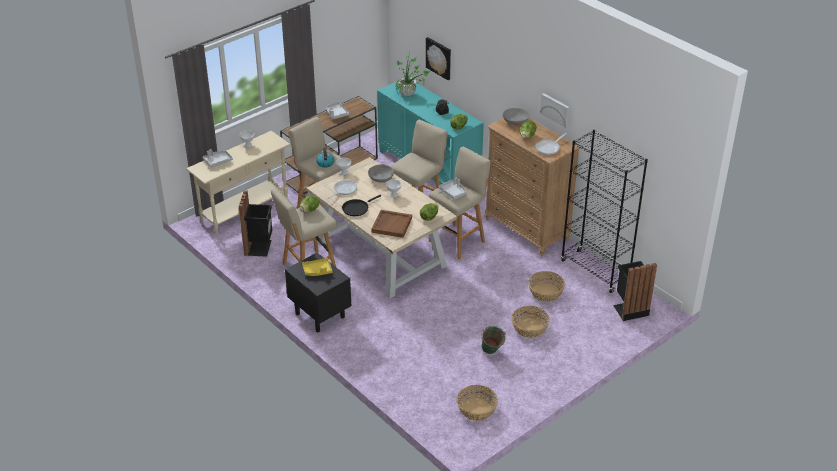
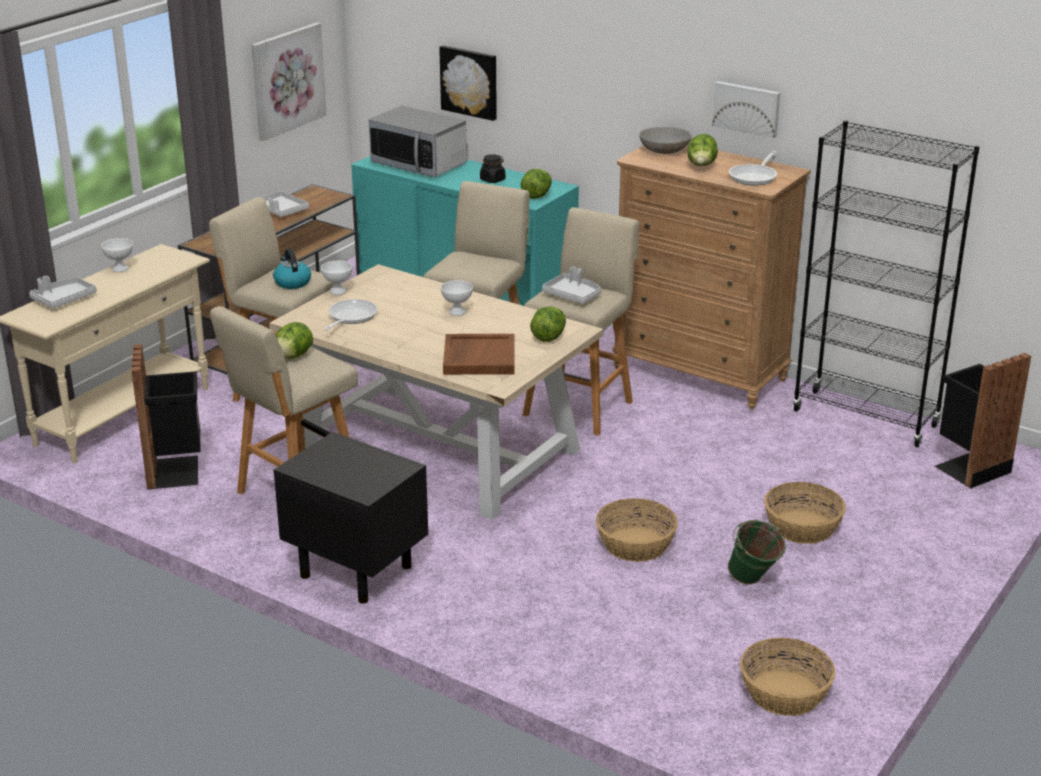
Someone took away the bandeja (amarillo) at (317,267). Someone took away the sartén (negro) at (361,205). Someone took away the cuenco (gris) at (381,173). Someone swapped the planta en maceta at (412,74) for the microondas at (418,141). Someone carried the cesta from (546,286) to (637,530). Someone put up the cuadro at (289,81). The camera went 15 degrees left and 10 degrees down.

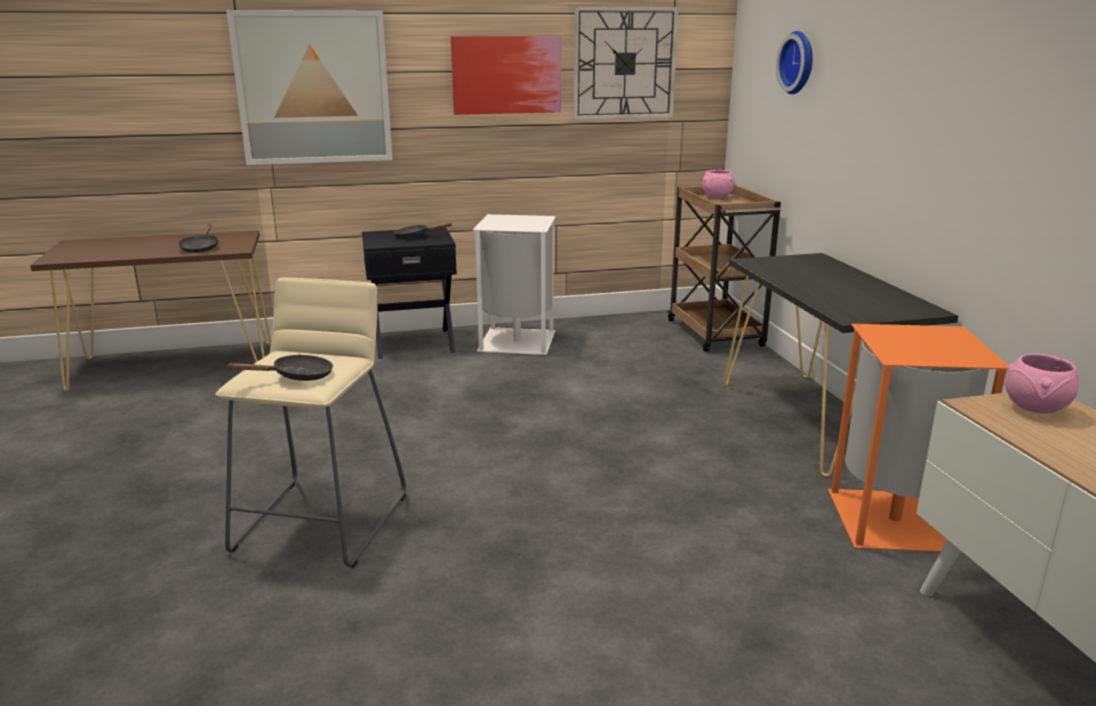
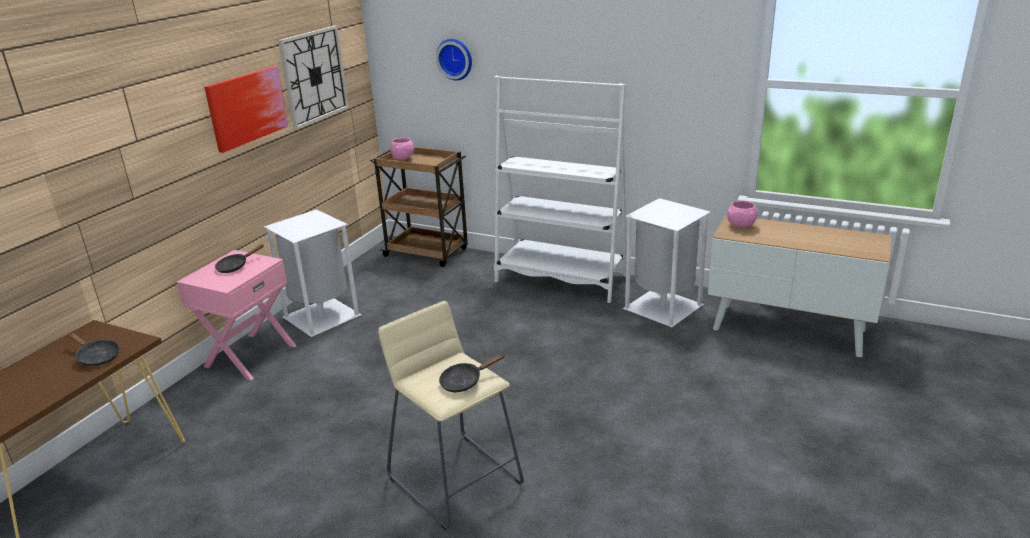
Someone took away the cuadro at (309,87). Someone rotated the sartén (negro) at (280,367) by 135 degrees counterclockwise. Someone repainted the mesita de noche (negro) at (409,293), which became the mesita de noche (rosa) at (236,315). Someone swapped the mesa consola (negro) at (841,365) for the estantería (blanco) at (560,189). Someone repainted the papelera (naranja) at (918,438), which became the papelera (blanco) at (667,262). The camera went 50 degrees left and 5 degrees up.

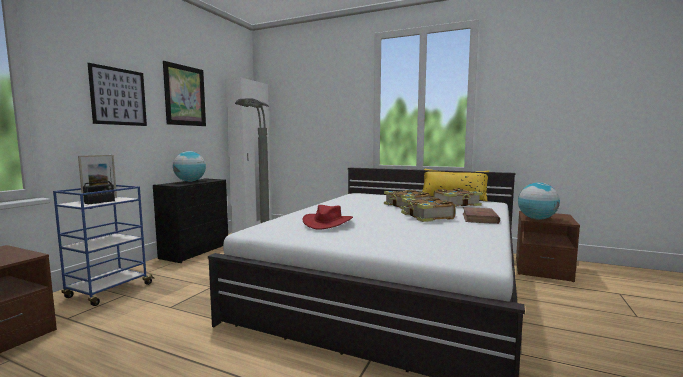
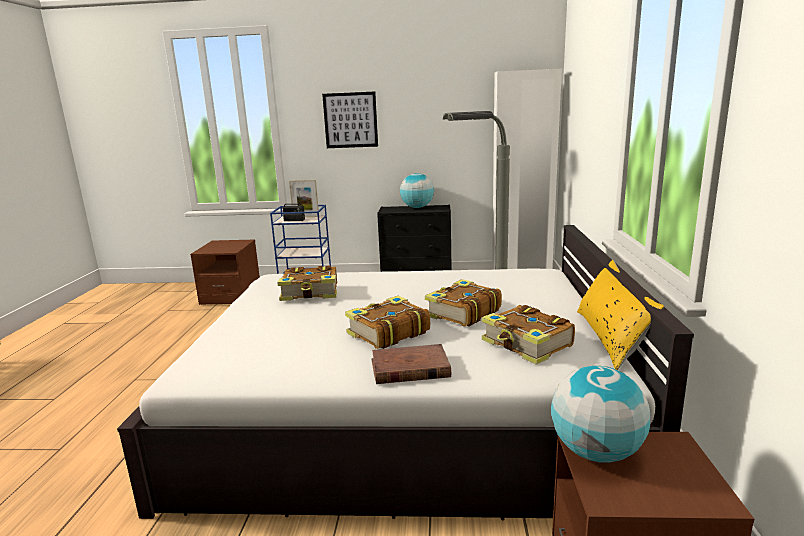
Someone took away the cuadro at (184,93). Someone swapped the sombrero (rojo) at (328,217) for the libro at (307,283). The camera went 70 degrees right and 10 degrees up.

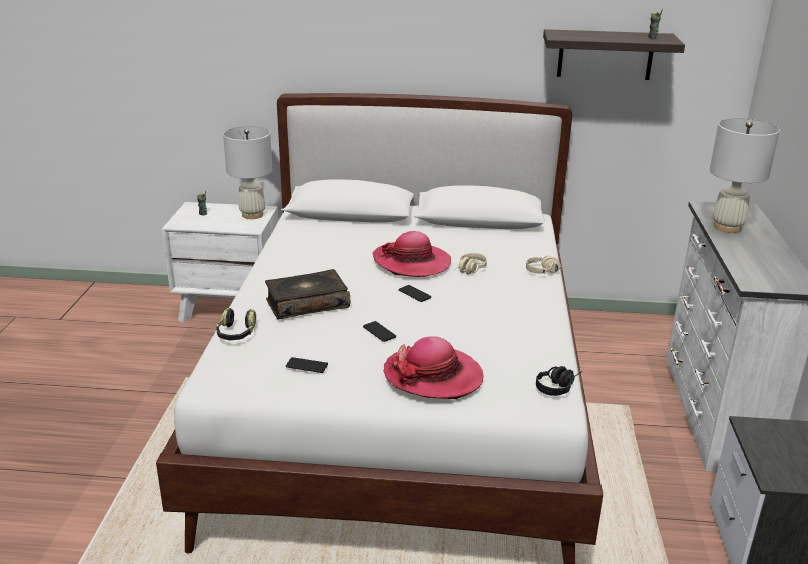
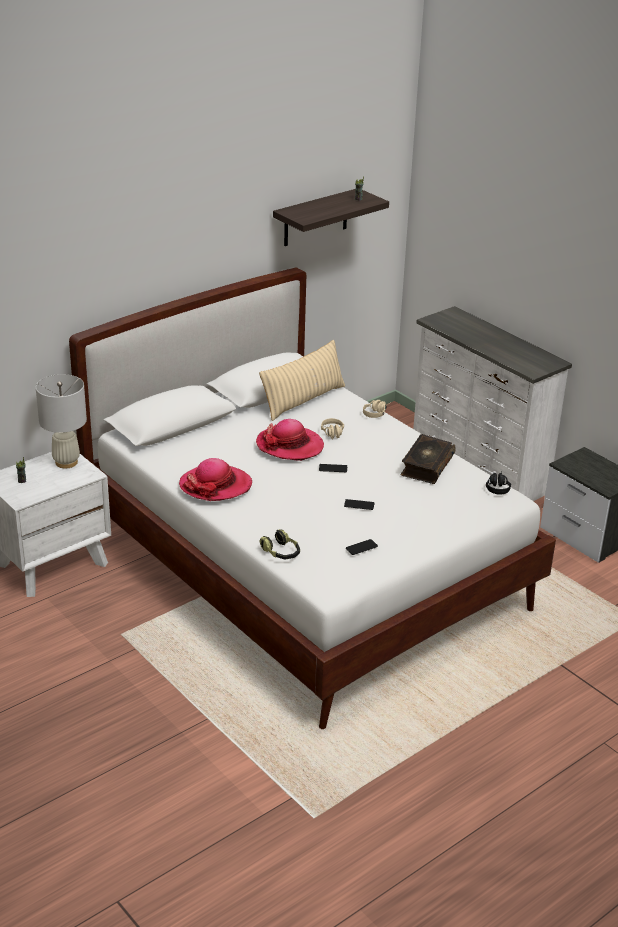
Someone carried the libro from (307,294) to (428,459). Someone carried the sombrero from (433,367) to (215,479). Someone took away the lámpara de mesa (blanco) at (745,175). Someone put down the cojín (beis) at (302,380). The camera went 45 degrees left and 5 degrees up.

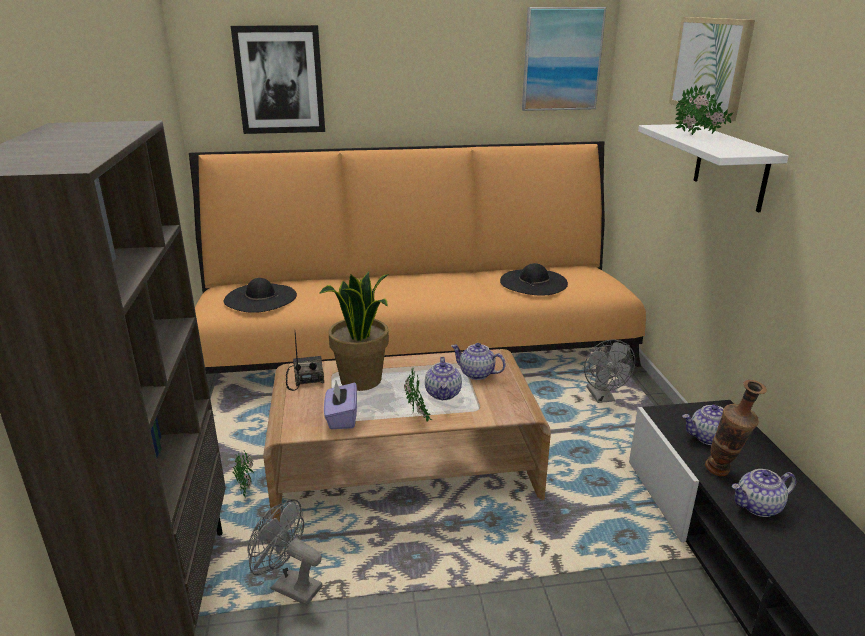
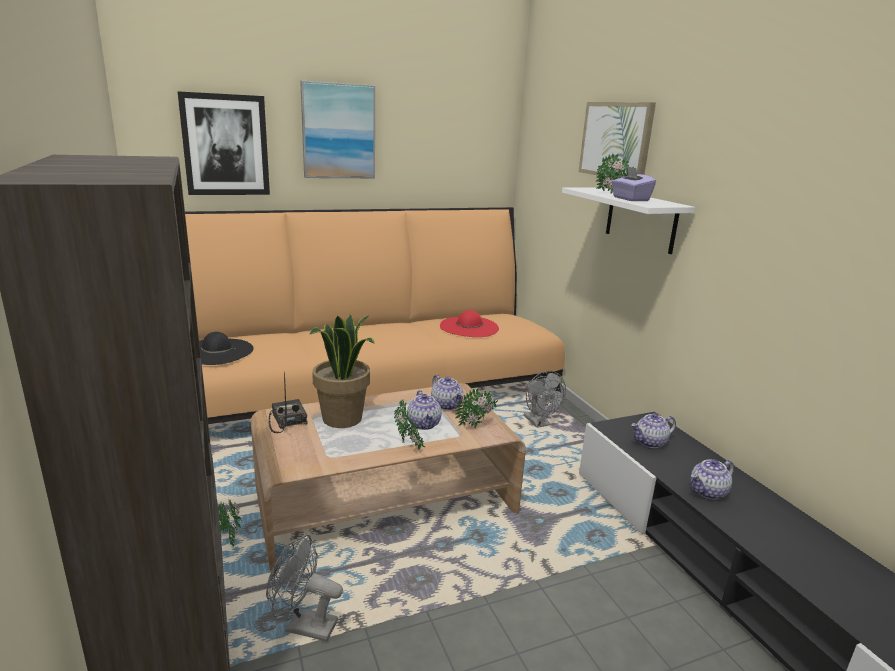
Someone carried the caja de pañuelos (morado) from (340,405) to (633,183). Someone rotated the tetera at (478,361) by 135 degrees counterclockwise. Someone repainted the sombrero (negro) at (534,279), which became the sombrero (rojo) at (469,323). Someone carried the cuadro from (564,59) to (337,129). Someone took away the florero at (736,428). Someone put down the planta en maceta at (476,408). The camera went 15 degrees left and 5 degrees down.

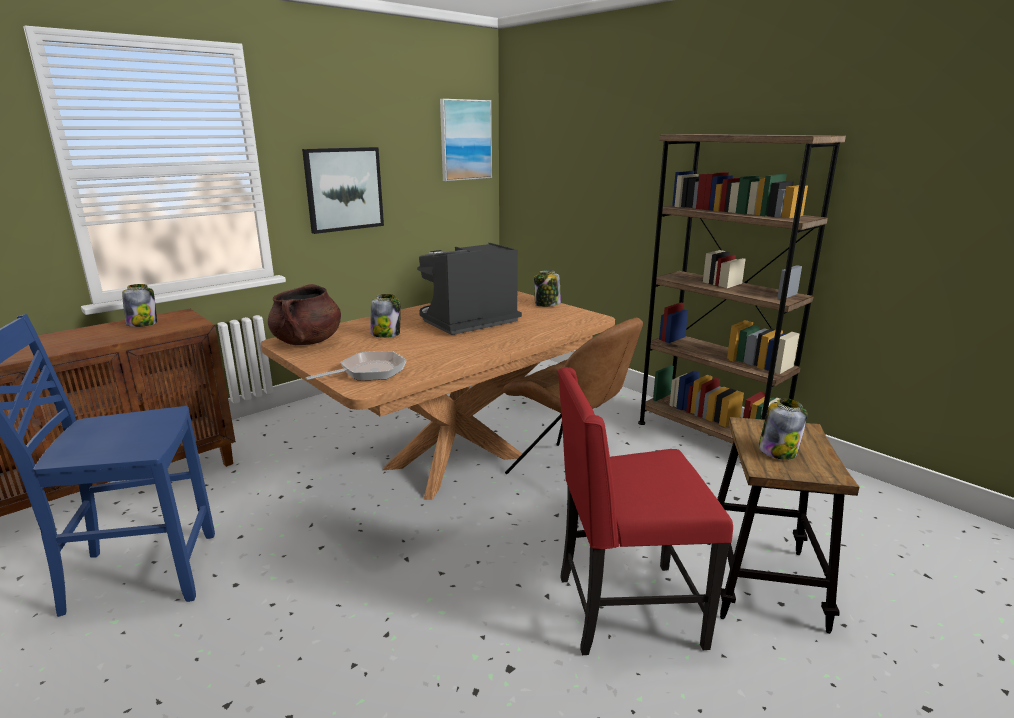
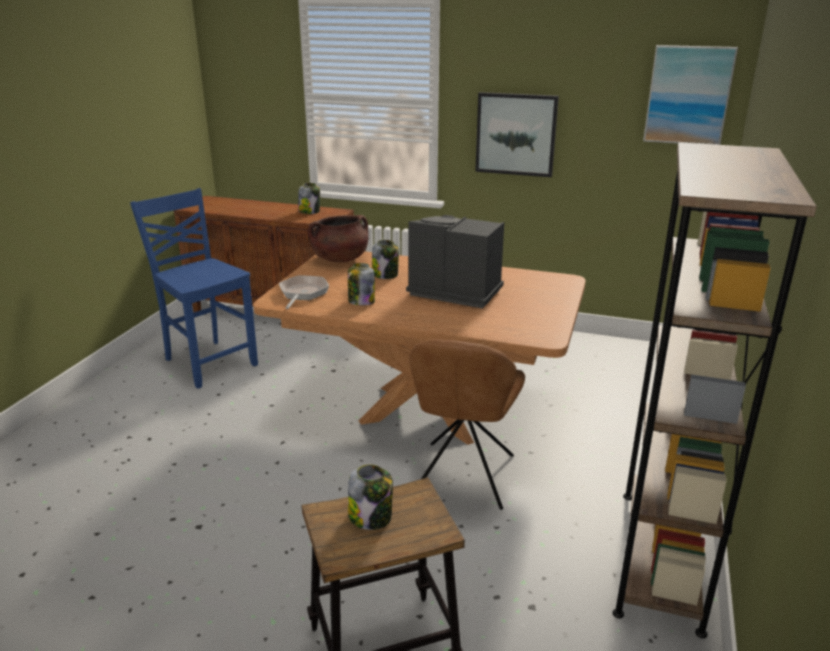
Someone rotated the sartén at (356,366) by 105 degrees counterclockwise. Someone carried the tarro from (547,288) to (361,284). Someone took away the silla (rojo) at (645,511). The camera went 60 degrees right and 5 degrees up.

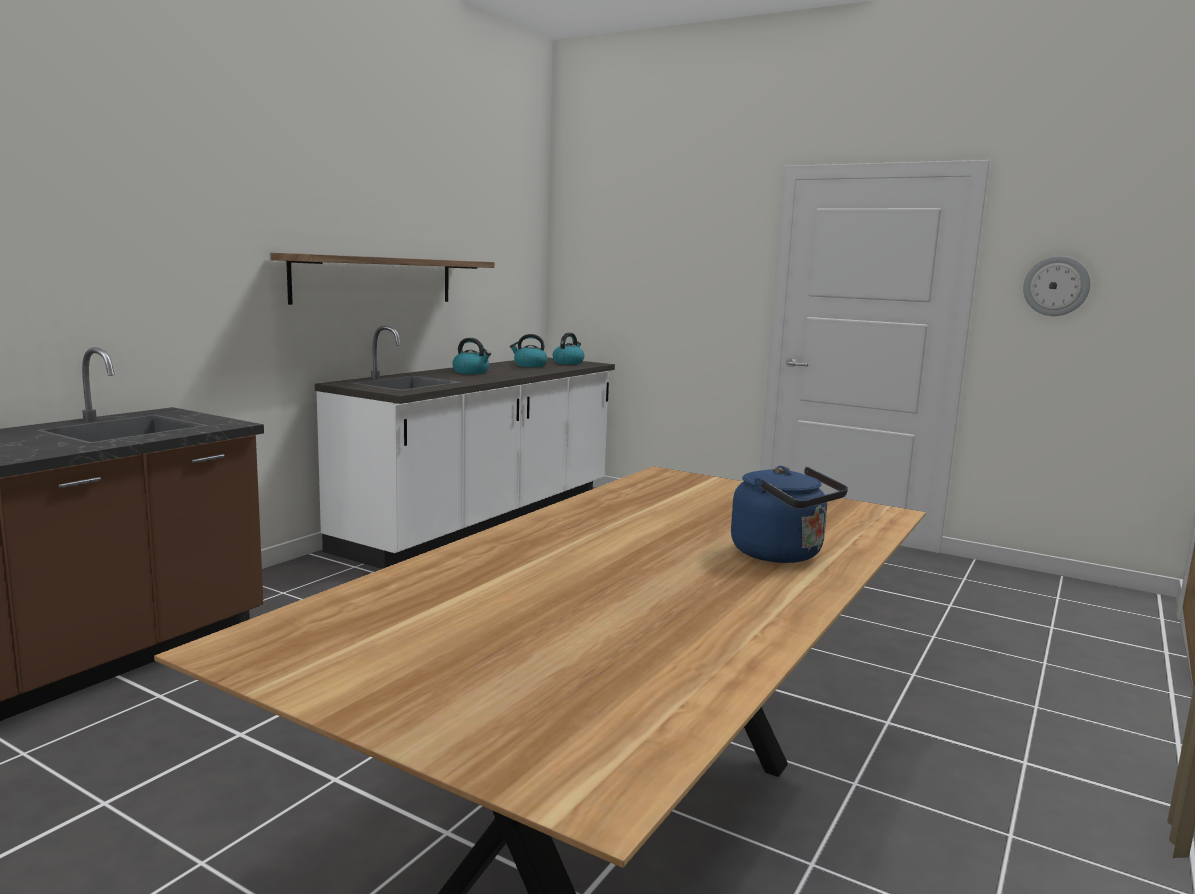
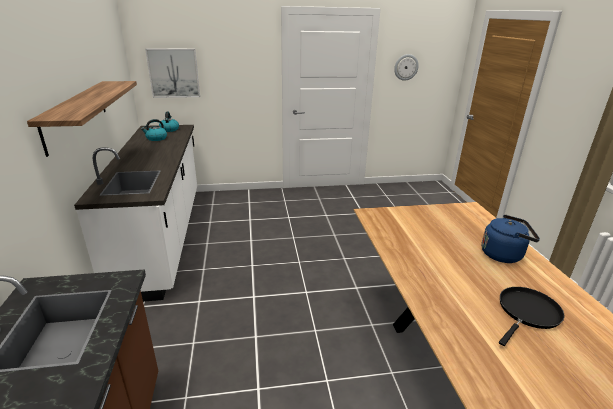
Someone took away the hervidor at (471,356). Someone put up the cuadro at (172,73). Someone put down the sartén (negro) at (531,316). The camera went 40 degrees left and 15 degrees up.

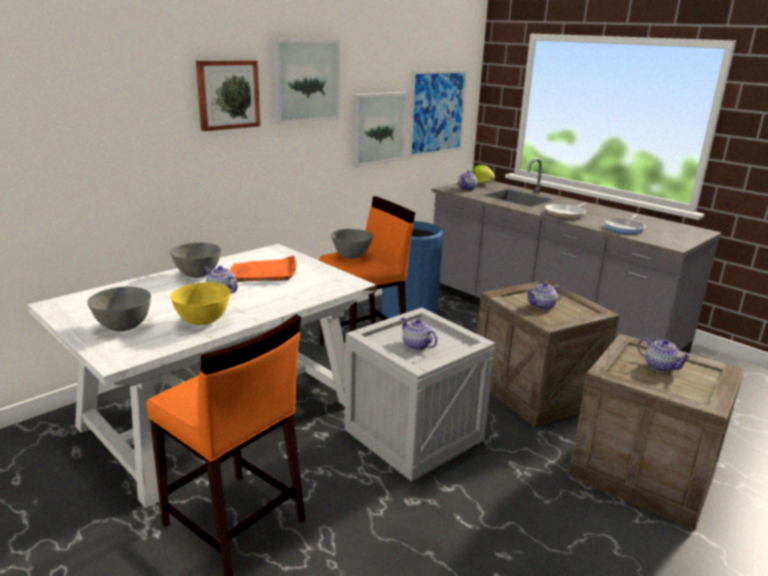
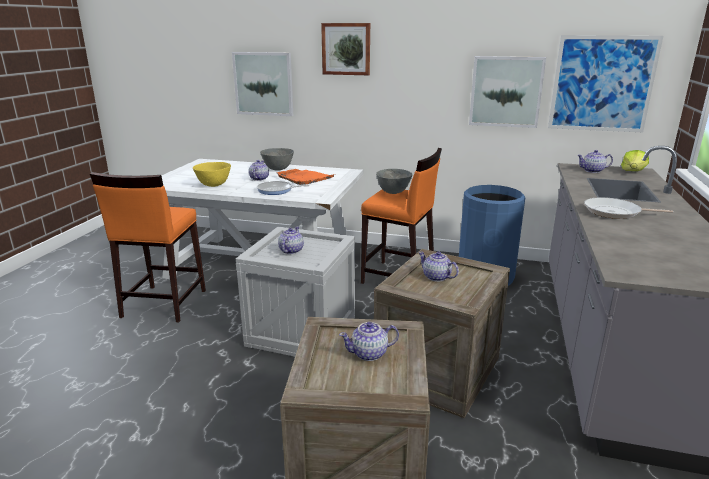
Someone took away the cuenco (gris) at (119,308). Someone carried the cuadro from (306,82) to (262,84). Someone carried the sartén from (625,224) to (283,188). Someone rotated the tetera at (664,355) by 60 degrees clockwise. The camera went 60 degrees right and 0 degrees up.

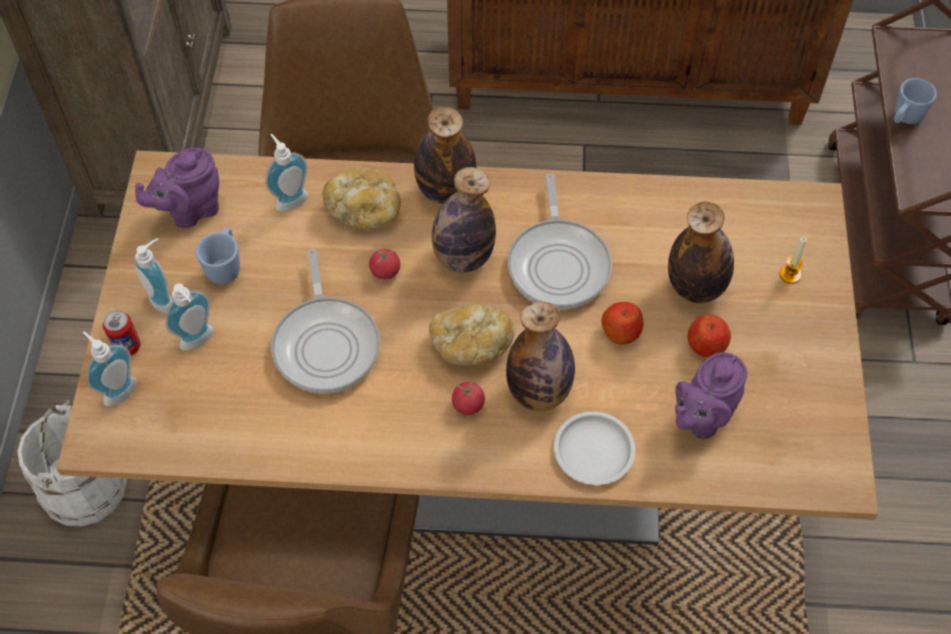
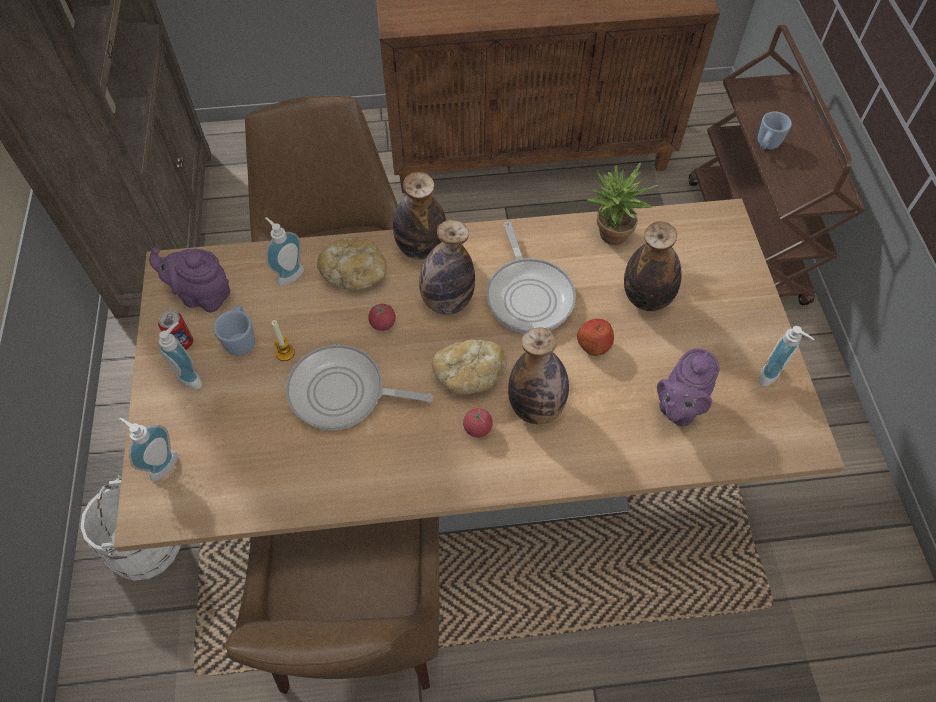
Someone carried the lata from (121,333) to (175,330). Someone rotated the tetera (morado) at (177,188) by 60 degrees clockwise. Someone carried the dispensador de jabón from (189,317) to (786,356). Someone rotated the sartén at (325,321) by 120 degrees clockwise. Someone took away the plato (blanco) at (594,448). Someone took away the manzana at (709,336). Someone carried the vela from (793,260) to (283,340). Someone put down the planta en maceta at (623,203). The camera went 10 degrees left and 0 degrees up.

